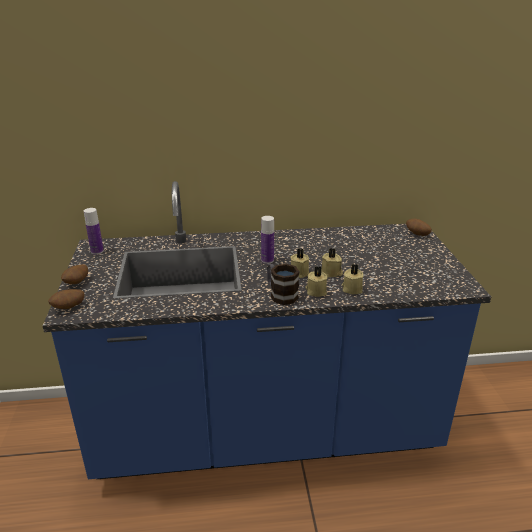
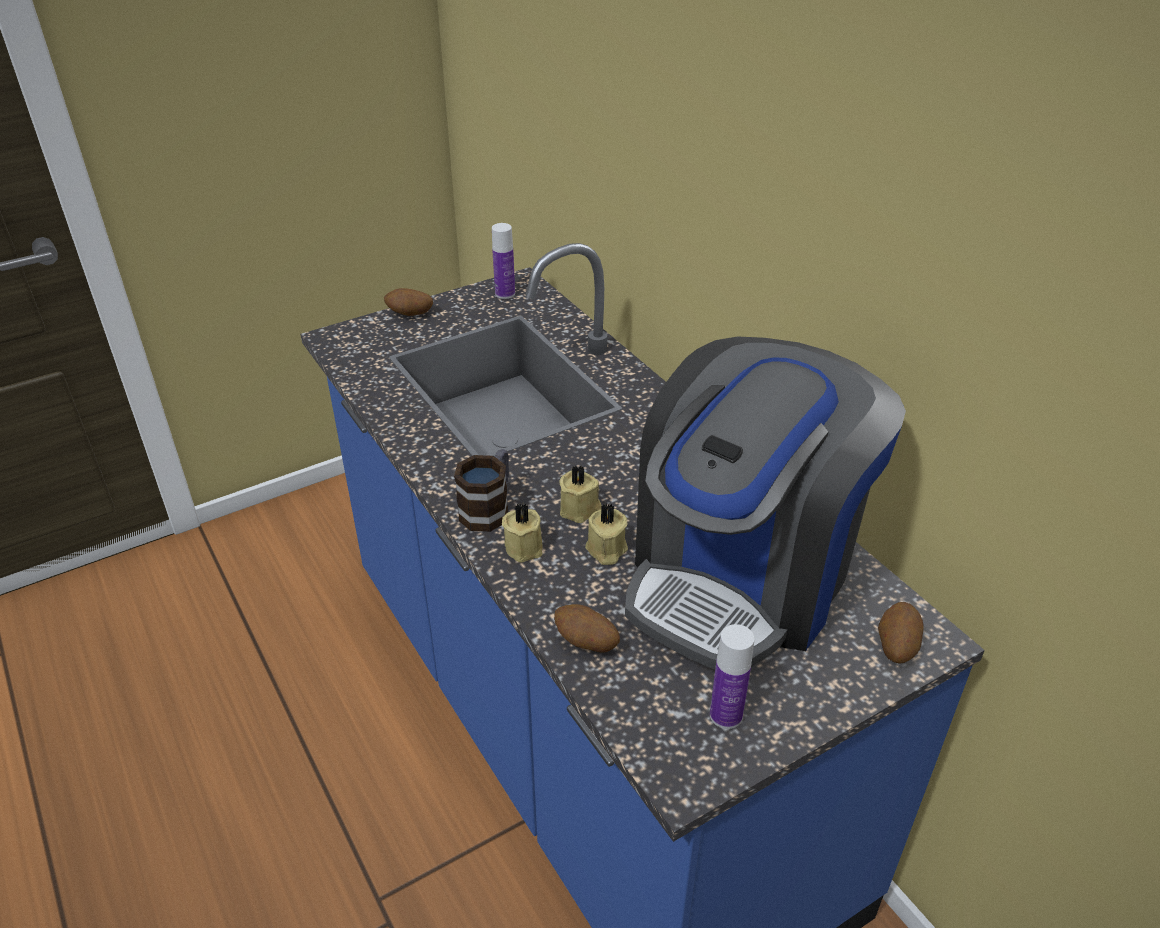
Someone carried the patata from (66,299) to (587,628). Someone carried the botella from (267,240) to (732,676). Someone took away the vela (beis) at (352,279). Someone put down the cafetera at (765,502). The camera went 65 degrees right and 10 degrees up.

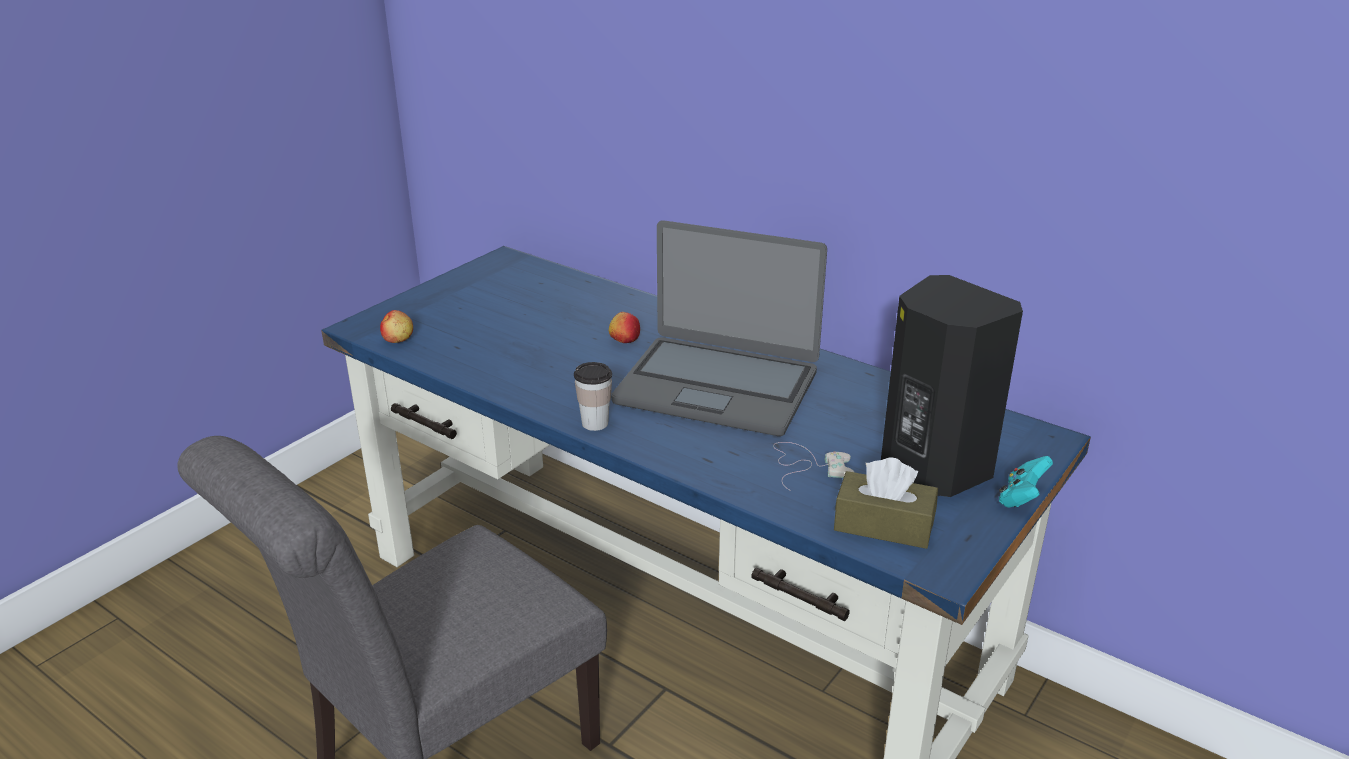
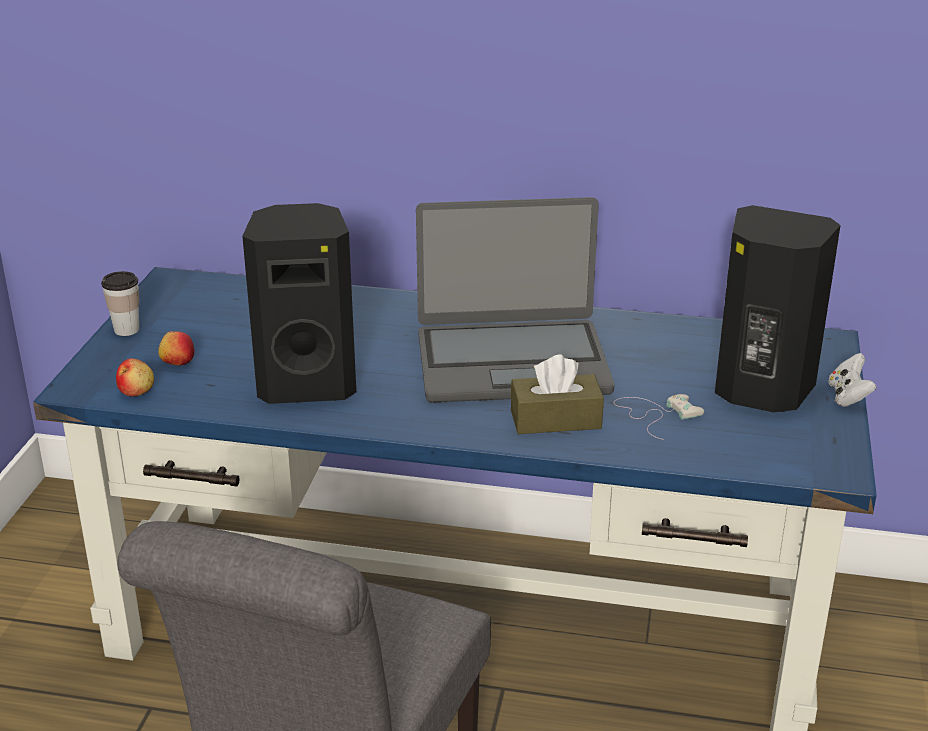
Someone carried the taza from (593,396) to (120,303). Someone carried the manzana from (624,327) to (176,348). Someone carried the caja de pañuelos (marrón) from (886,503) to (557,394). Someone repainted the mando de consola (turquesa) at (1026,482), which became the mando de consola (blanco) at (852,380). Someone put down the altavoz (negro) at (299,303). The camera went 25 degrees left and 0 degrees up.

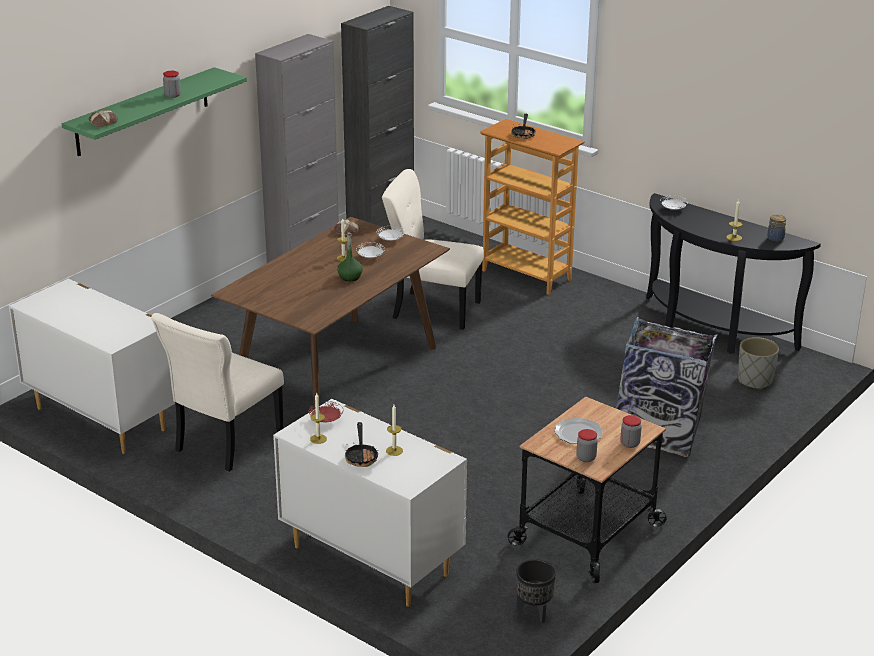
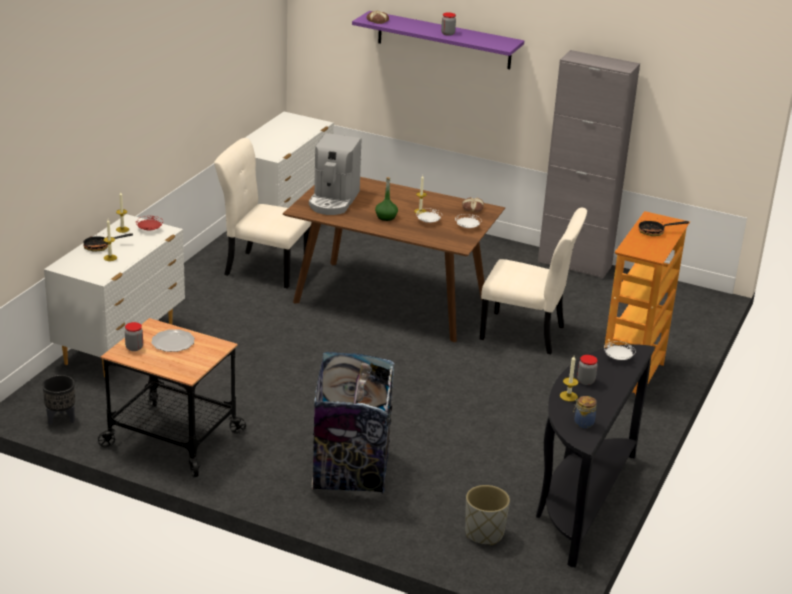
Someone repainted the estante (verde) at (154,111), which became the estante (morado) at (438,40). Someone took away the armario (negro) at (377,117). Someone rotated the silla (beis) at (433,249) by 105 degrees clockwise. Someone carried the tarro from (631,431) to (587,370). Someone put down the cafetera at (335,174). The camera went 75 degrees right and 0 degrees up.

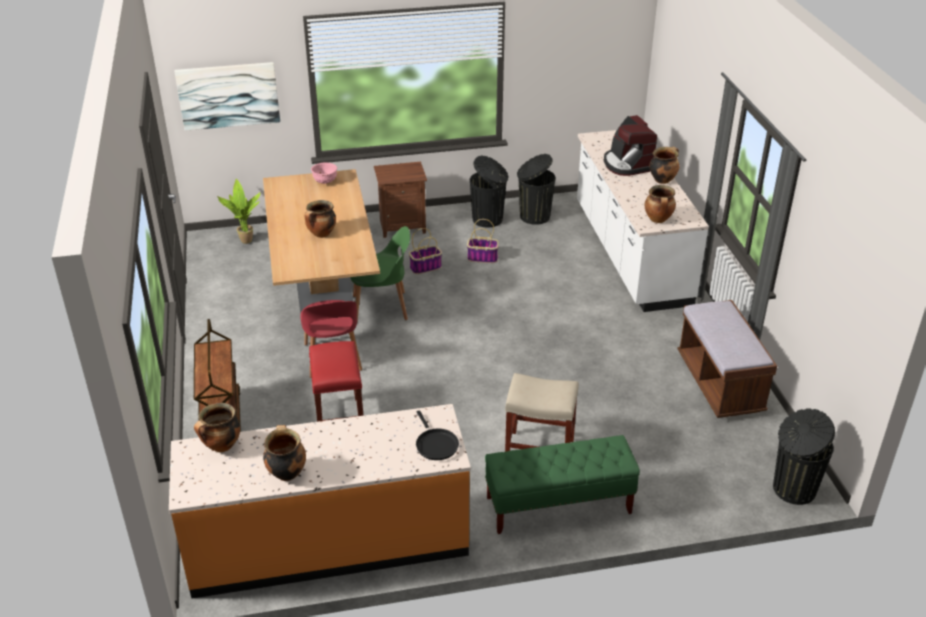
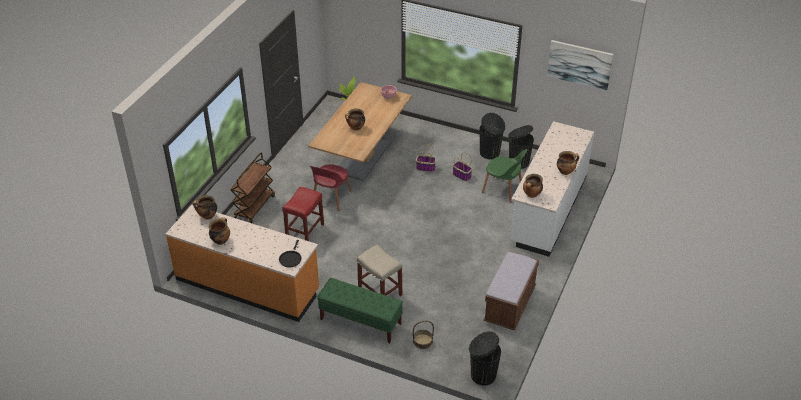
Someone carried the cuadro from (227,96) to (580,65). Someone carried the silla (verde) from (380,274) to (505,176). Someone took away the mesita de noche (marrón) at (400,200). Someone took away the cafetera at (630,145). Someone put down the cesta at (423,335). The camera went 35 degrees right and 5 degrees up.

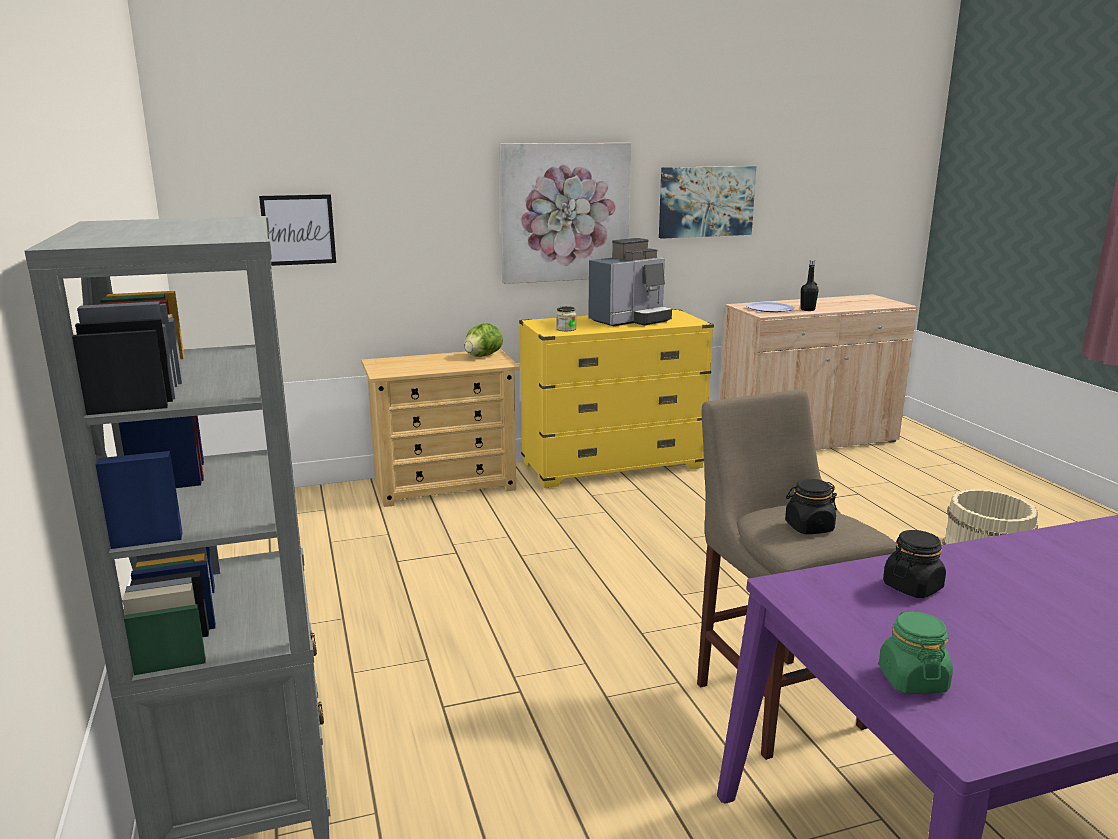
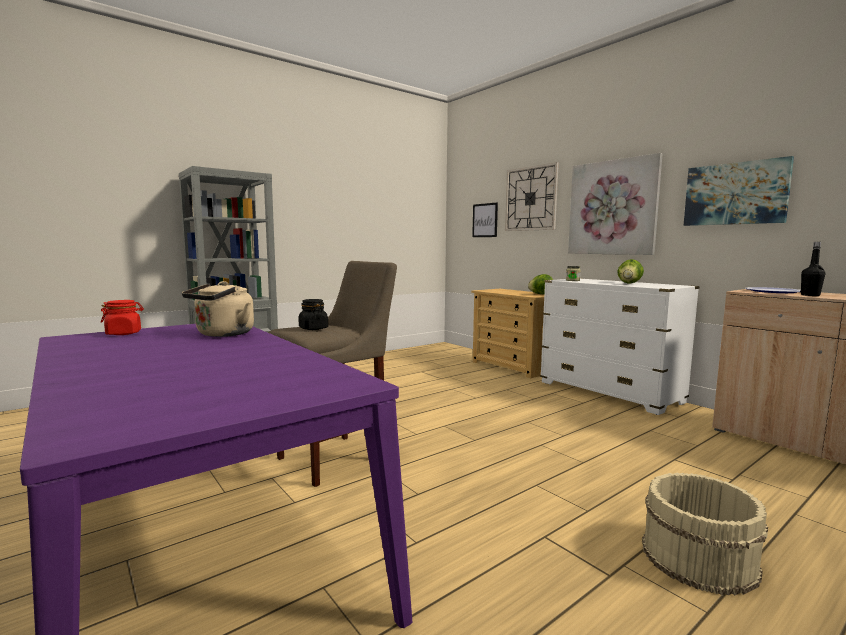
Someone repainted the cómoda (amarillo) at (616,398), which became the cómoda (blanco) at (620,346). Someone swapped the cafetera at (630,282) for the lechuga at (630,271). Someone repainted the tarro (verde) at (916,653), which became the tarro (rojo) at (122,317). Someone swapped the tarro (negro) at (914,564) for the hervidor (beis) at (218,309). Someone put up the reloj de pared at (532,196). The camera went 70 degrees right and 10 degrees down.

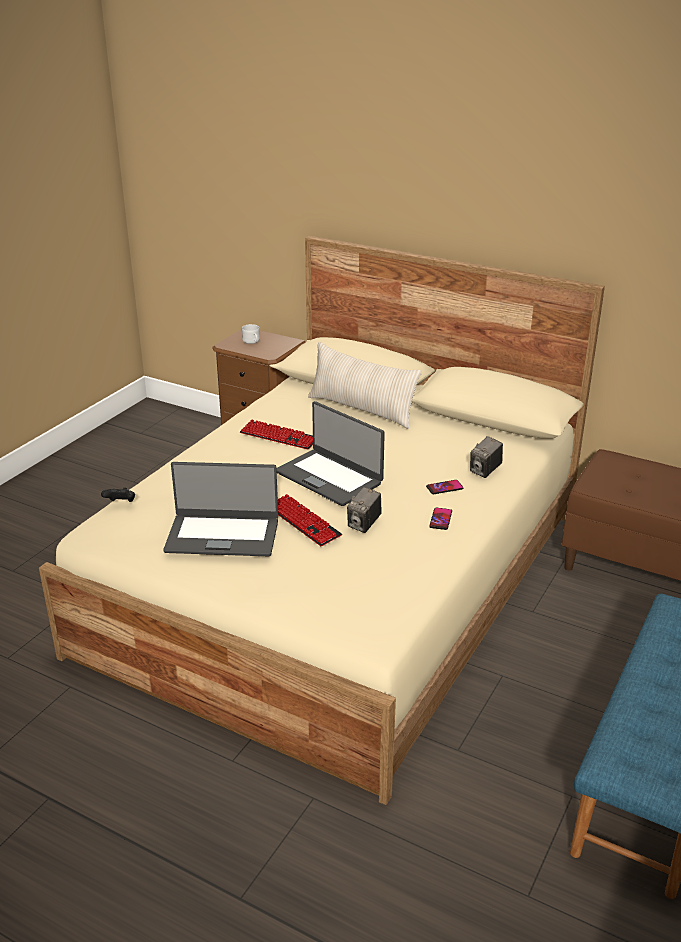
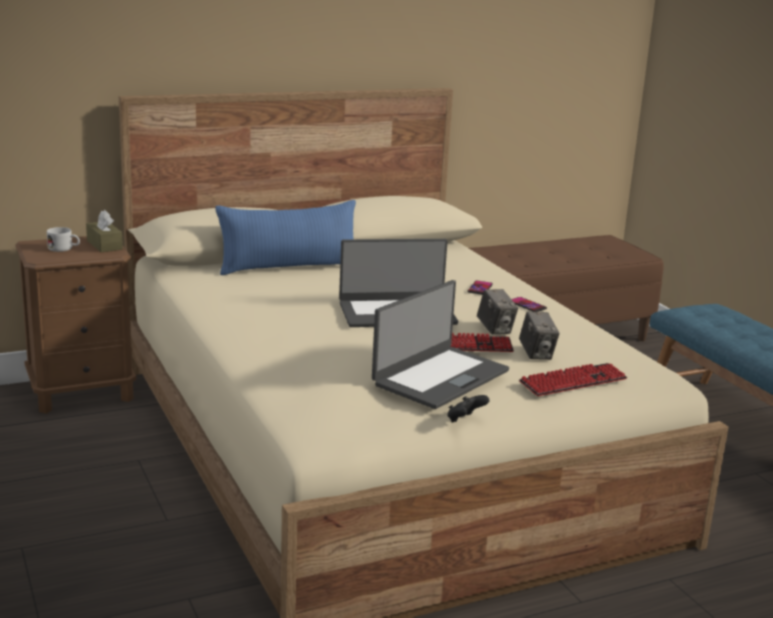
Someone carried the mando de consola (negro) from (118,494) to (468,409). Someone carried the teclado from (276,434) to (573,379). Someone repainted the cojín (beis) at (365,385), which became the cojín (azul) at (285,237). Someone carried the cámara from (486,457) to (539,335). Someone put down the caja de pañuelos (marrón) at (104,231). The camera went 55 degrees left and 10 degrees down.

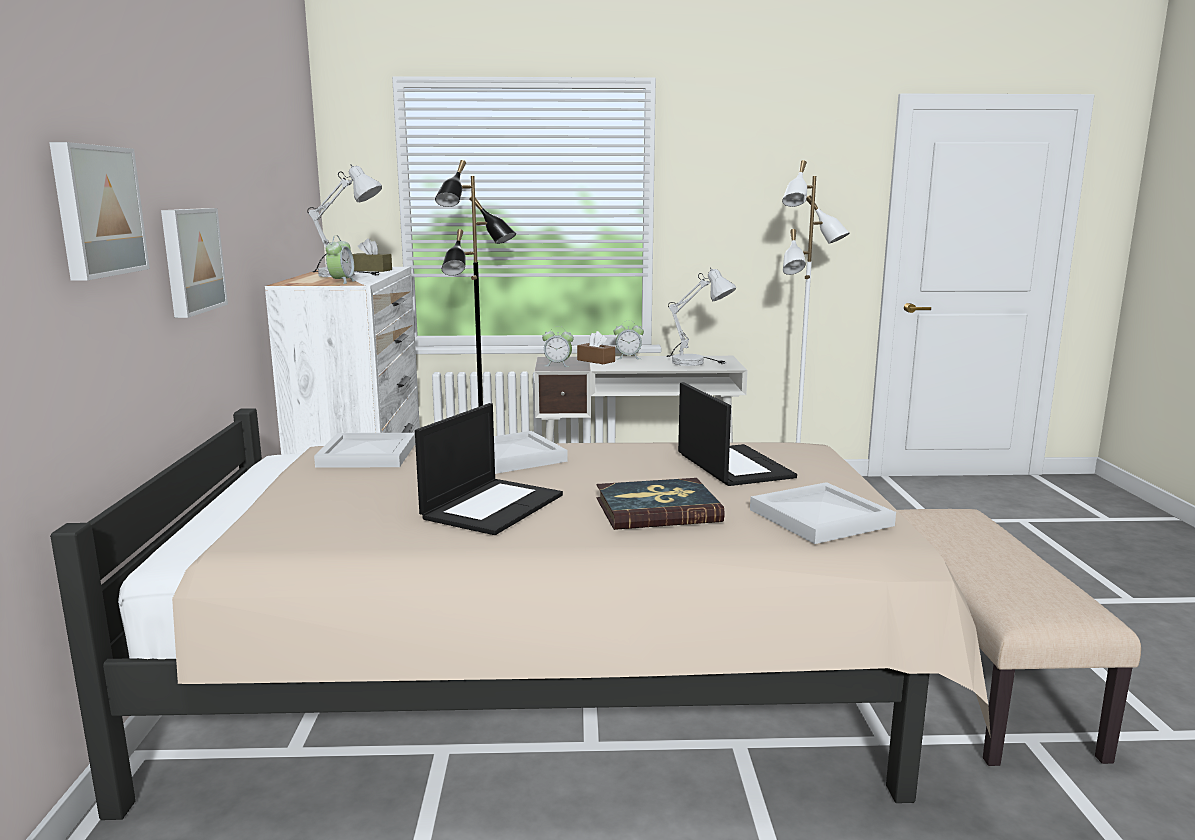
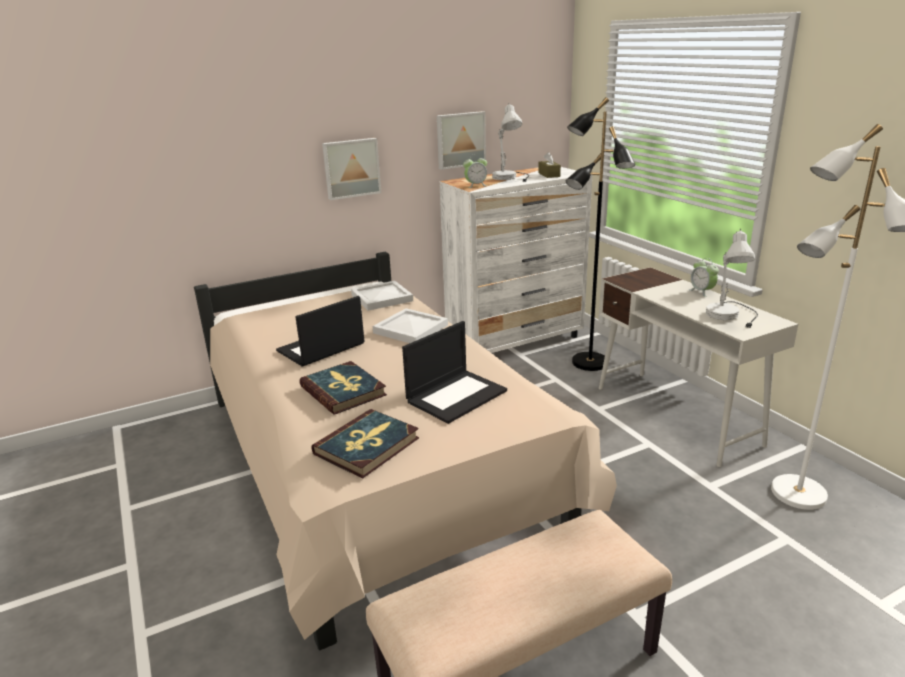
Someone carried the cuadro from (99,211) to (461,140). Someone rotated the portátil at (489,469) by 135 degrees clockwise. Someone took away the despertador at (558,346). Someone took away the caja de pañuelos (marrón) at (596,347). Someone swapped the bandeja (blanco) at (823,513) for the libro at (365,444). The camera went 65 degrees right and 10 degrees up.

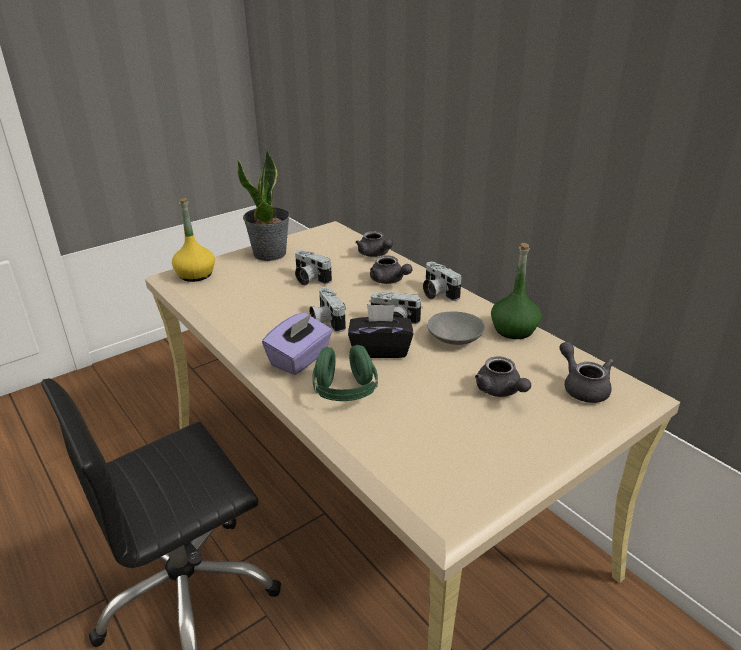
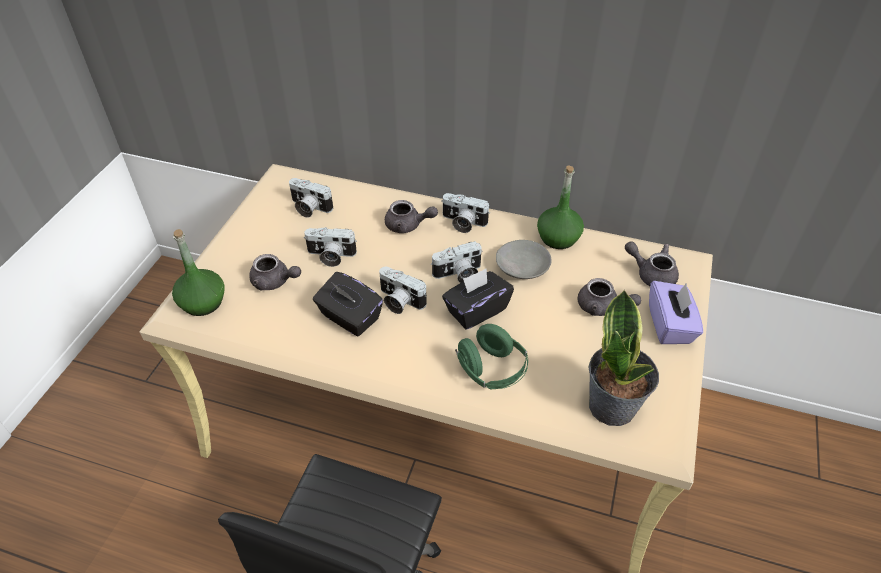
Someone repainted the botella (amarillo) at (193,240), which became the botella (verde) at (198,272). Someone carried the planta en maceta from (263,205) to (624,357). Someone carried the caja de pañuelos (morado) from (297,343) to (676,312). Someone carried the tetera (gris) from (374,244) to (275,272). Someone put down the cámara at (311,198). Someone put down the caja de pañuelos (negro) at (348,304). The camera went 35 degrees left and 15 degrees up.

